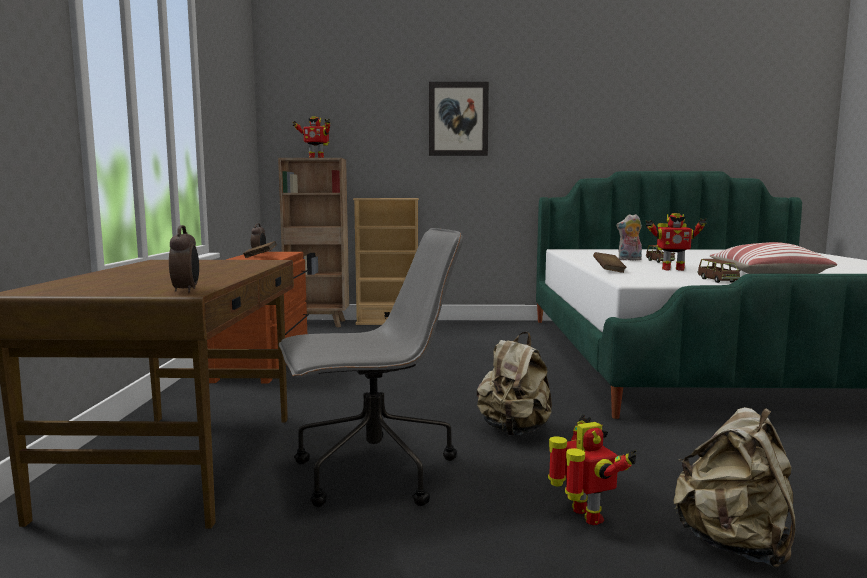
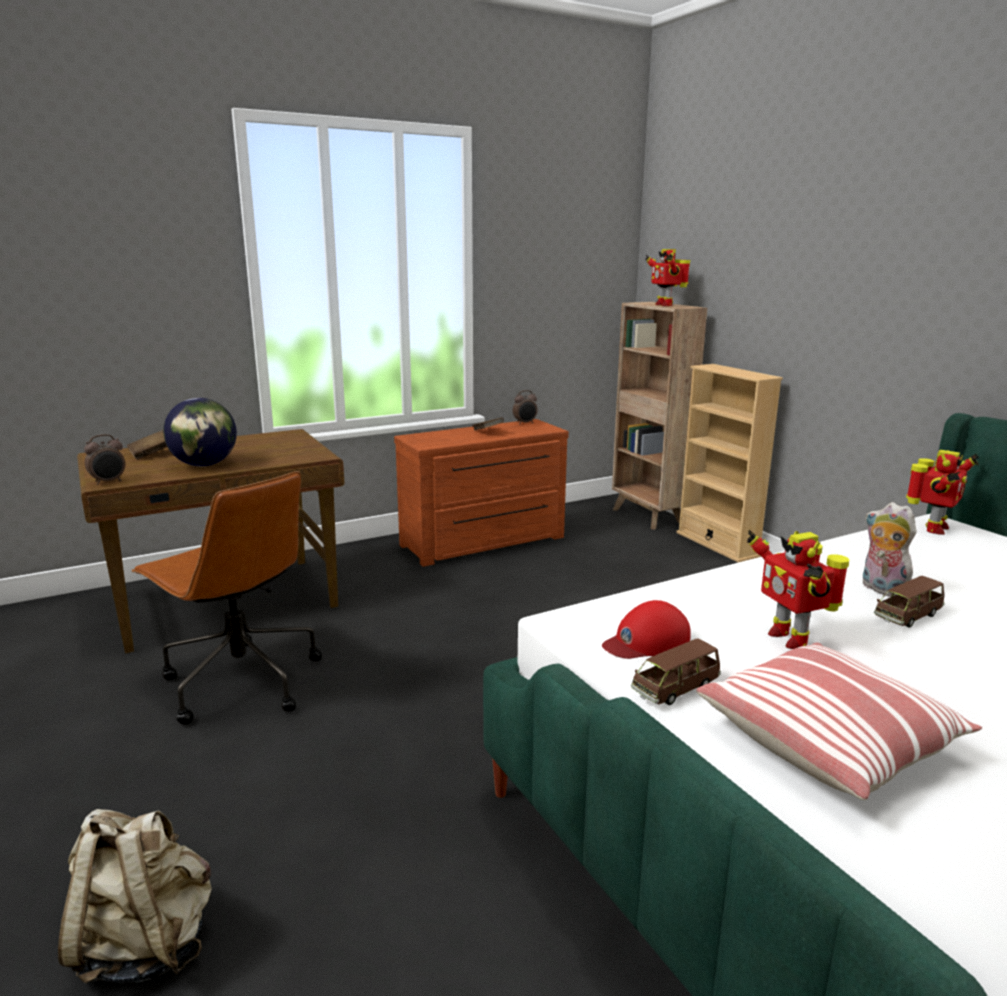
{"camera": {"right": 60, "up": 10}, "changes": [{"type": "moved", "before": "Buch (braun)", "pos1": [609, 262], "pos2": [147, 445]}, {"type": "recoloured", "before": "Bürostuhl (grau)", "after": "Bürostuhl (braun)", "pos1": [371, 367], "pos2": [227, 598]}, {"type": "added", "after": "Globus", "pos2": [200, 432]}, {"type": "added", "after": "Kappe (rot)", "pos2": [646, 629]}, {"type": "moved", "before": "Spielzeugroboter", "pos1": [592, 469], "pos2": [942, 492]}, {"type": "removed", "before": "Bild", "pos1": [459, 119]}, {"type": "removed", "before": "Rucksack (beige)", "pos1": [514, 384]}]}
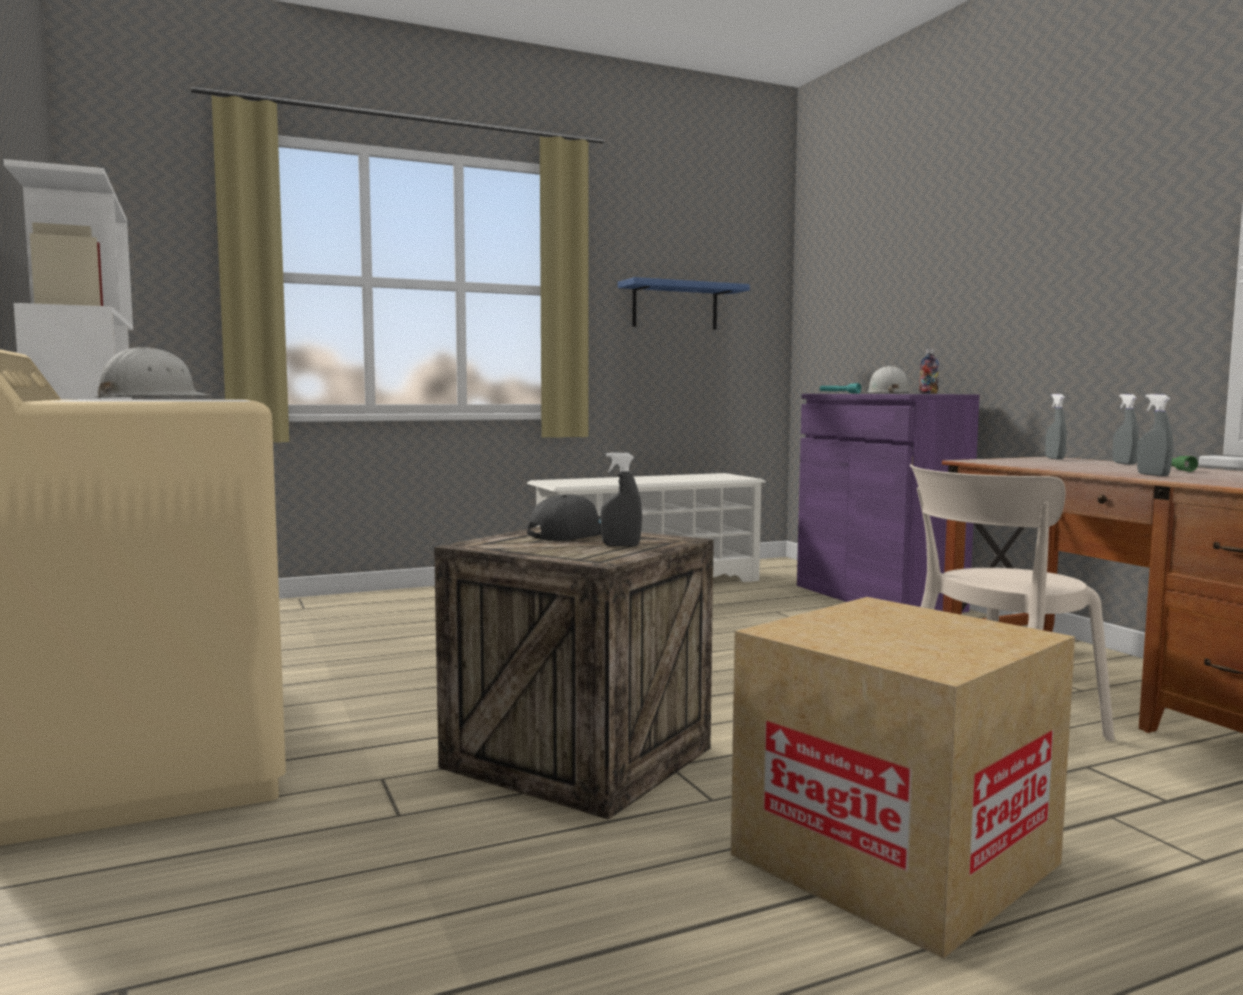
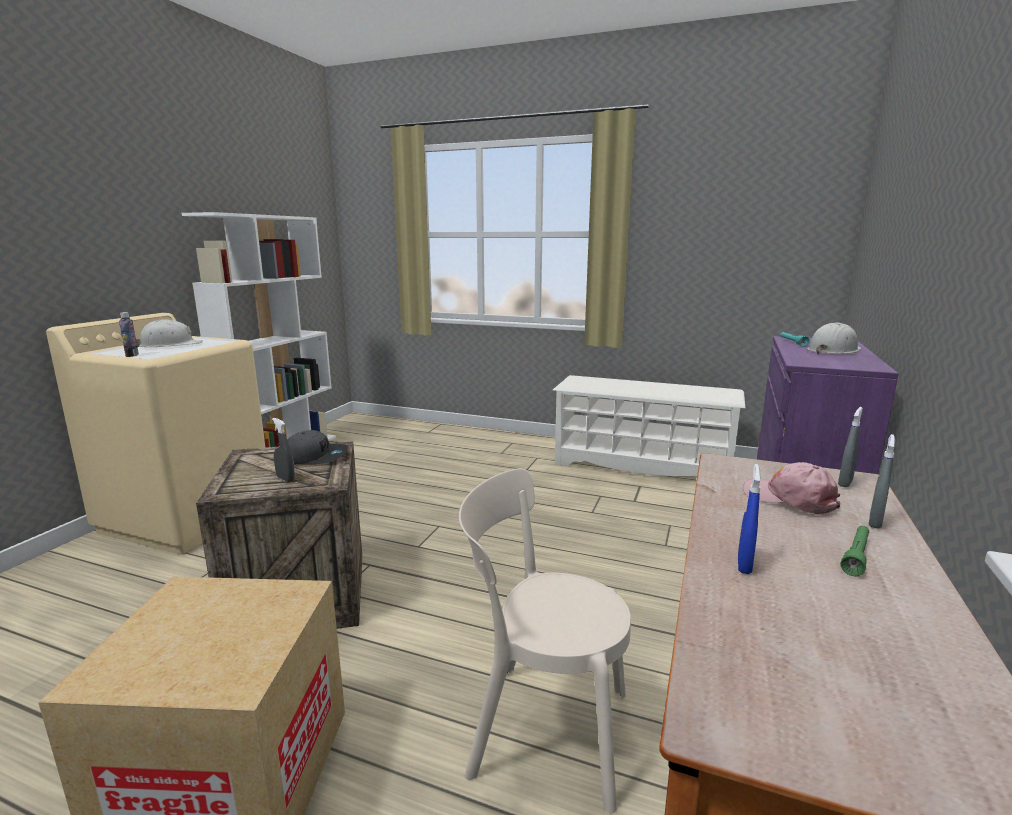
{"camera": {"right": 45, "up": 10}, "changes": [{"type": "moved", "before": "Flasche", "pos1": [929, 371], "pos2": [129, 334]}, {"type": "recoloured", "before": "Sprühflasche (grau)", "after": "Sprühflasche (blau)", "pos1": [1155, 435], "pos2": [749, 519]}, {"type": "added", "after": "Kappe (rosa)", "pos2": [791, 488]}, {"type": "removed", "before": "Wandregal (blau)", "pos1": [684, 303]}]}
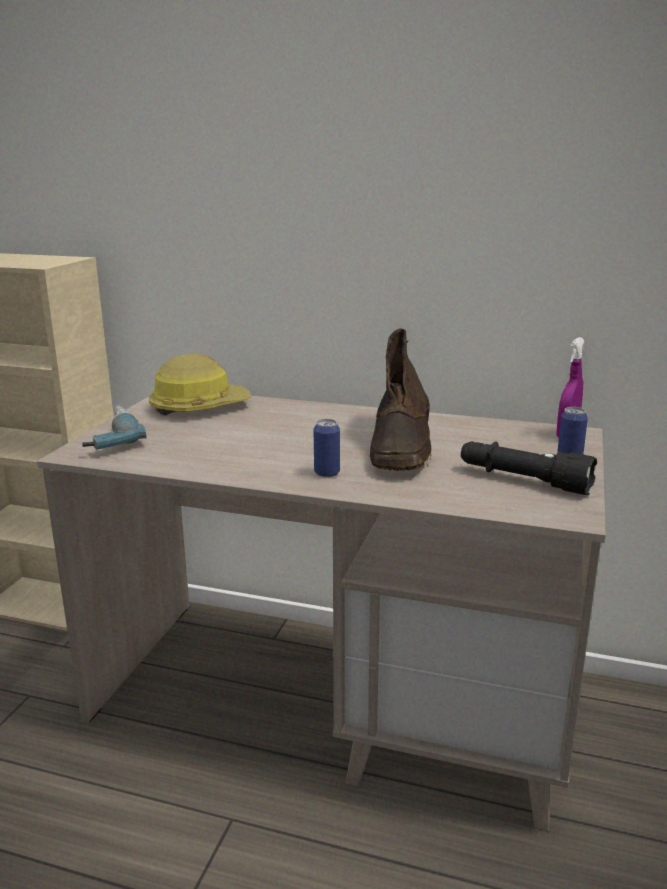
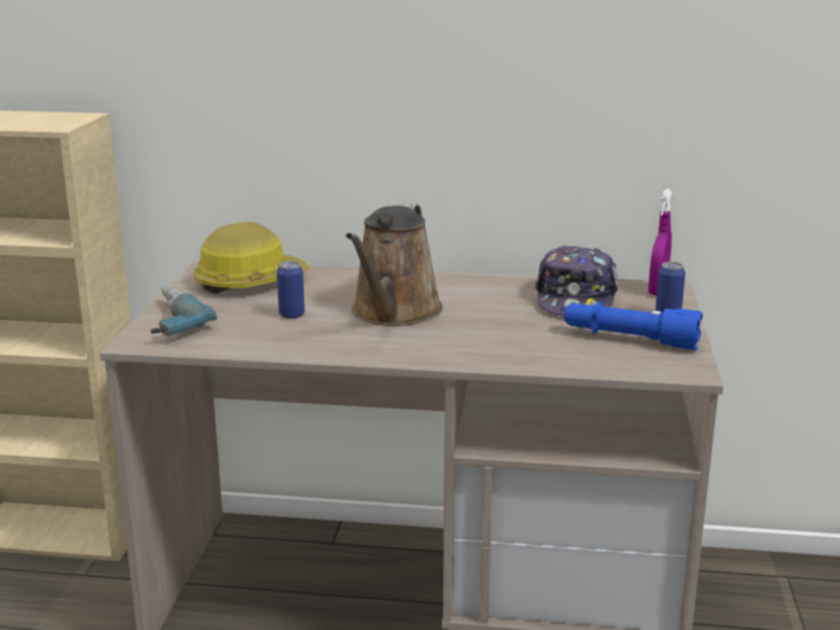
{"camera": {"right": -10, "up": 0}, "changes": [{"type": "moved", "before": "Dose", "pos1": [327, 448], "pos2": [291, 290]}, {"type": "added", "after": "Gießkanne (braun)", "pos2": [394, 264]}, {"type": "added", "after": "Kappe", "pos2": [577, 280]}, {"type": "recoloured", "before": "Taschenlampe (schwarz)", "after": "Taschenlampe (blau)", "pos1": [529, 468], "pos2": [633, 326]}, {"type": "removed", "before": "Stiefel (braun)", "pos1": [401, 400]}]}
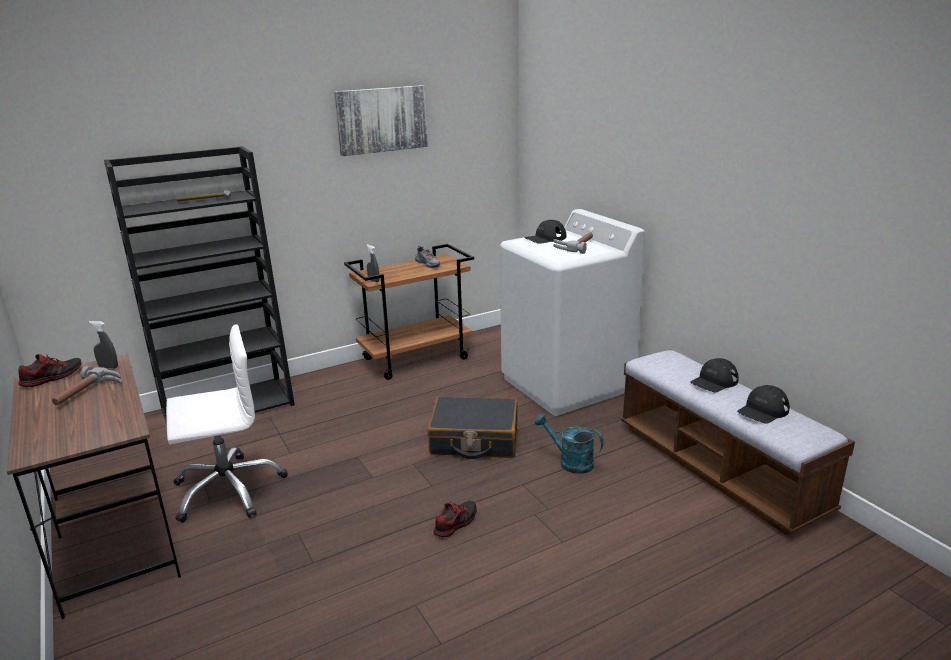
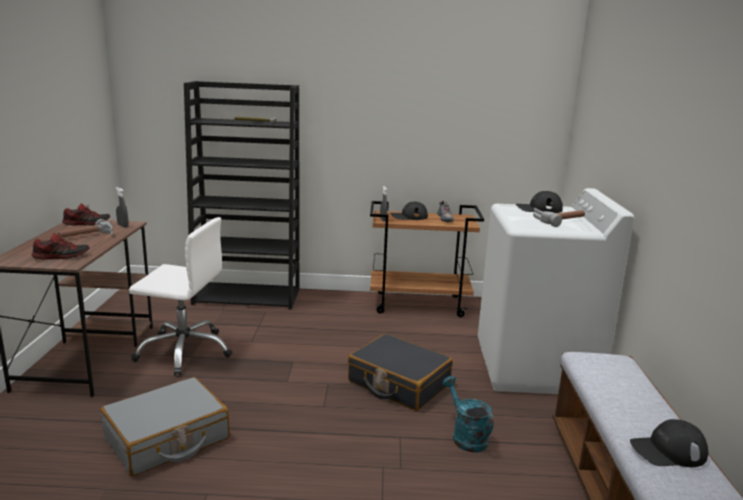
{"camera": {"right": 30, "up": -5}, "changes": [{"type": "moved", "before": "Schuh", "pos1": [455, 519], "pos2": [60, 246]}, {"type": "added", "after": "Koffer (grau)", "pos2": [165, 426]}, {"type": "moved", "before": "Kappe (schwarz)", "pos1": [714, 375], "pos2": [409, 211]}, {"type": "removed", "before": "Bild", "pos1": [381, 120]}]}
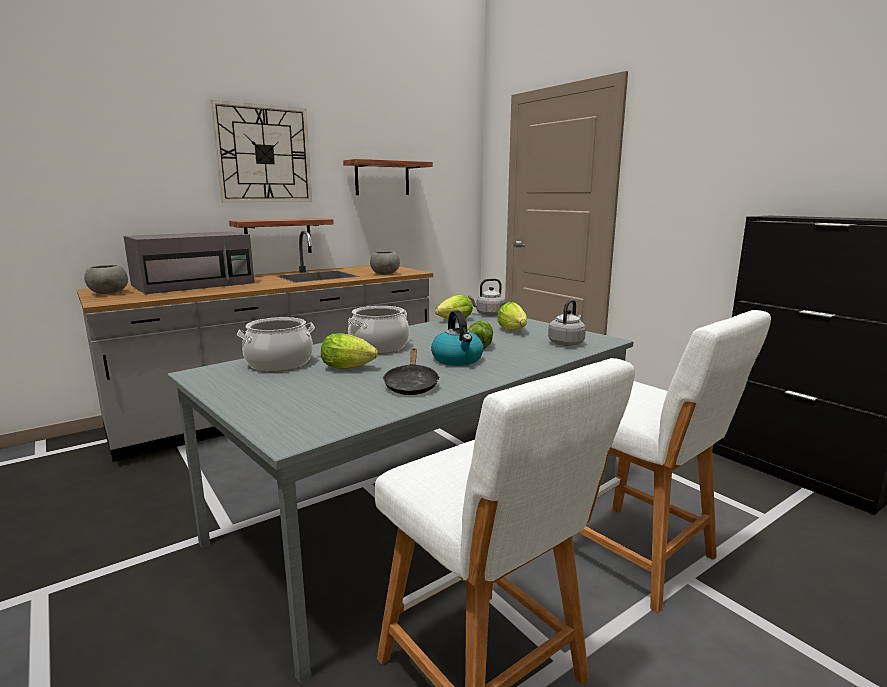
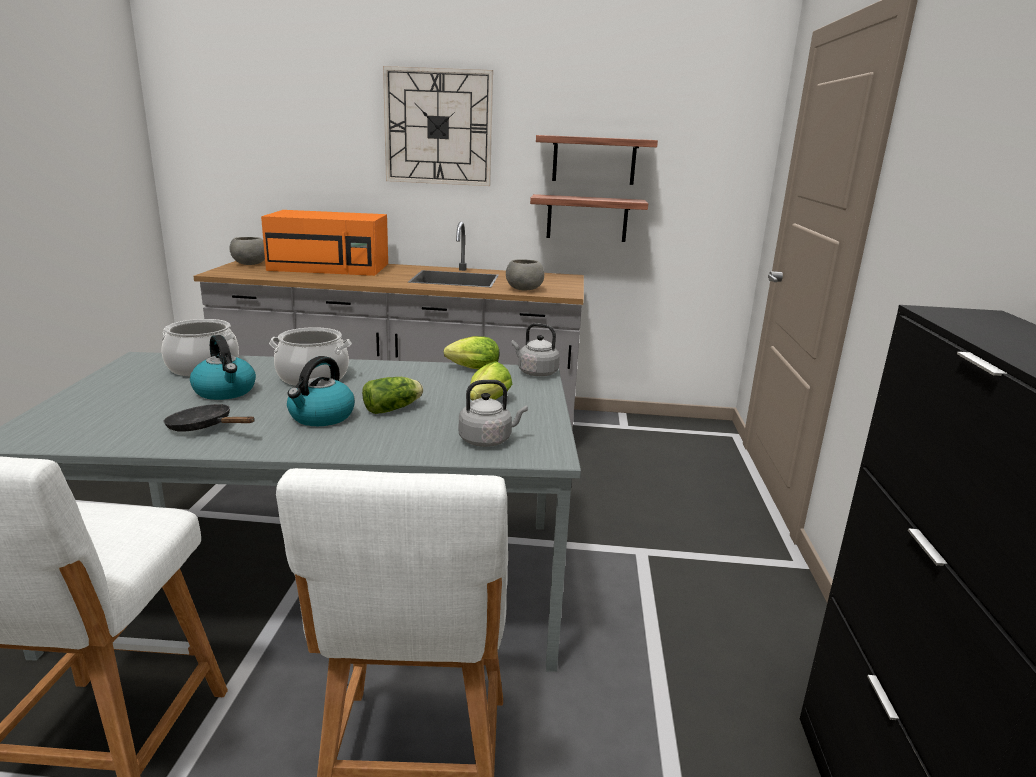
{"camera": {"right": 40, "up": 5}, "changes": [{"type": "turned", "before": "Pfanne (schwarz)", "pos1": [411, 371], "pos2": [209, 418], "turn": 75}, {"type": "replaced", "before": "Salatkopf", "after": "Wasserkessel", "pos1": [349, 351], "pos2": [223, 367]}, {"type": "recoloured", "before": "Mikrowelle (grau)", "after": "Mikrowelle (orange)", "pos1": [189, 263], "pos2": [324, 243]}, {"type": "moved", "before": "Wandregal", "pos1": [281, 235], "pos2": [589, 218]}]}
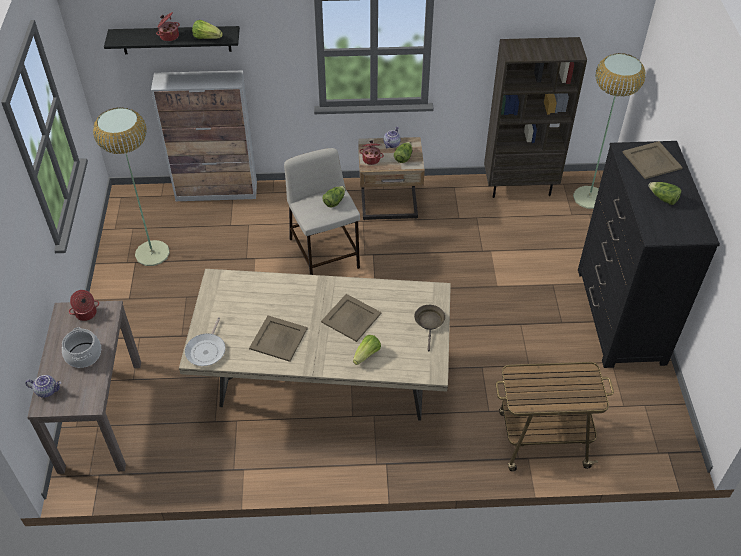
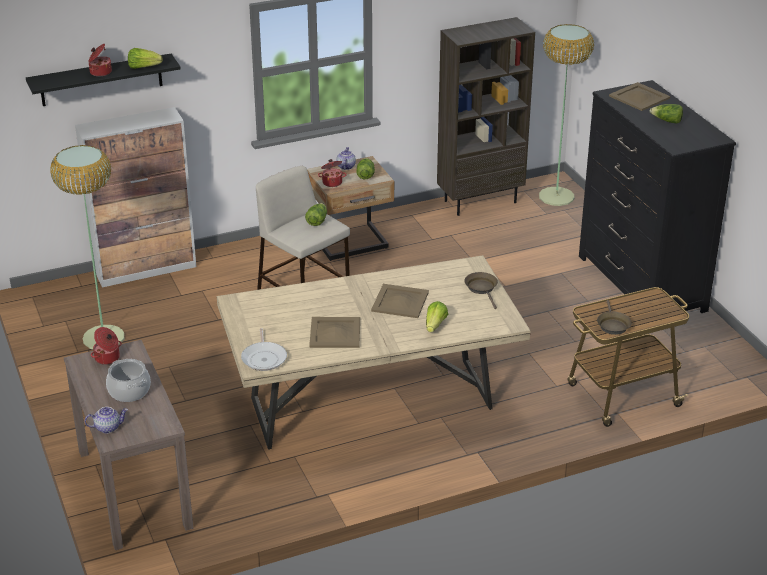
{"camera": {"right": -20, "up": -15}, "changes": [{"type": "added", "after": "Pfanne (braun)", "pos2": [614, 317]}]}
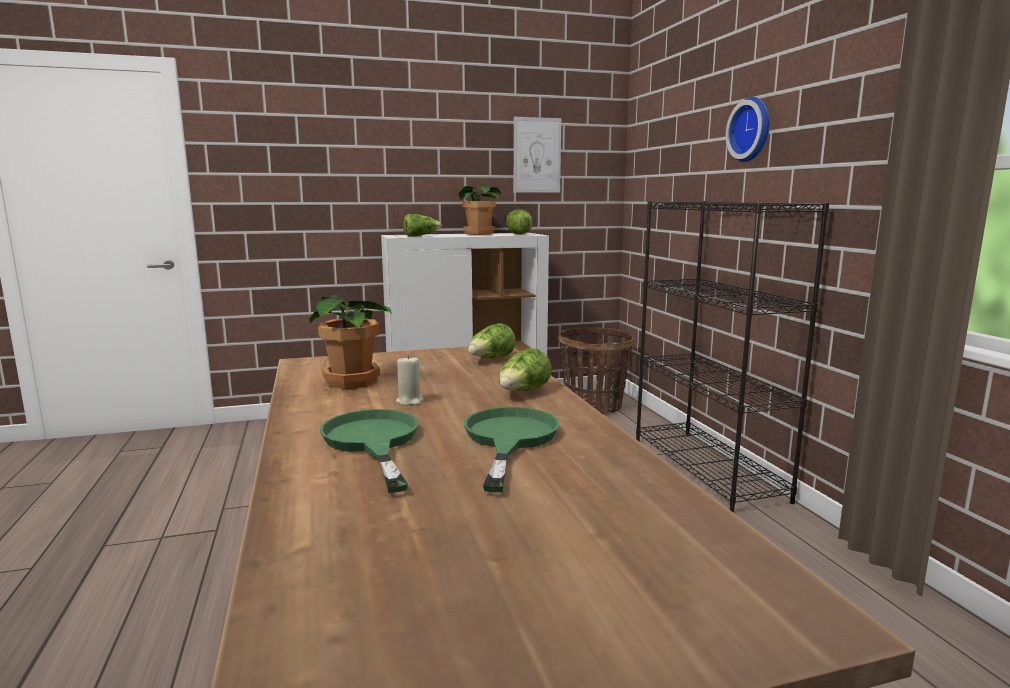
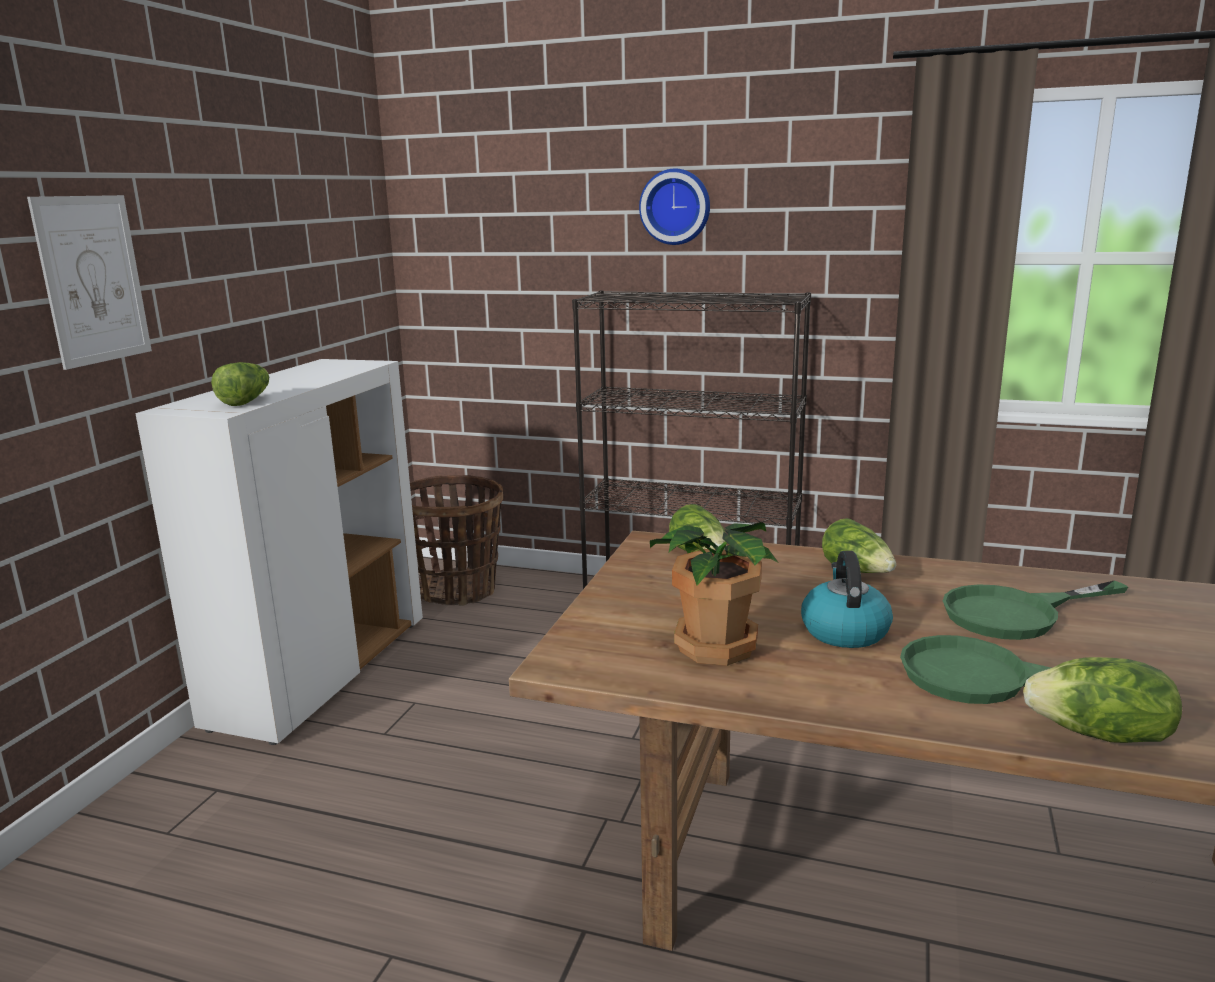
{"camera": {"right": -55, "up": 5}, "changes": [{"type": "moved", "before": "Bild", "pos1": [538, 155], "pos2": [89, 282]}, {"type": "replaced", "before": "Kerze (beige)", "after": "Wasserkessel", "pos1": [410, 380], "pos2": [847, 599]}, {"type": "turned", "before": "Pfanne (grün)", "pos1": [512, 449], "pos2": [1035, 610], "turn": -60}, {"type": "moved", "before": "Salatkopf", "pos1": [519, 221], "pos2": [1102, 700]}, {"type": "removed", "before": "Topfpflanze", "pos1": [480, 210]}]}
